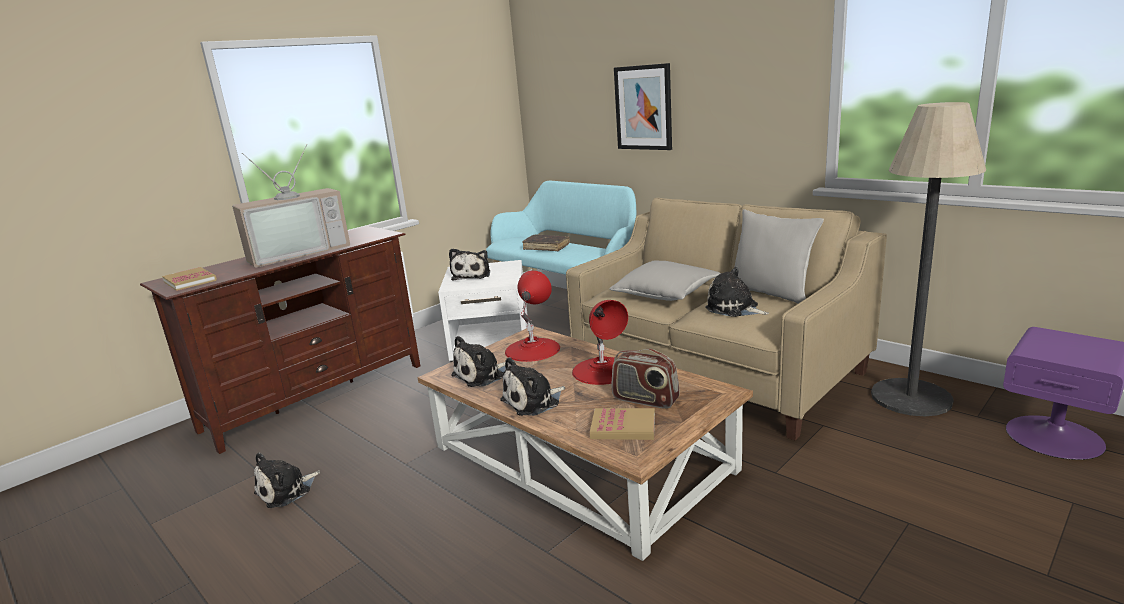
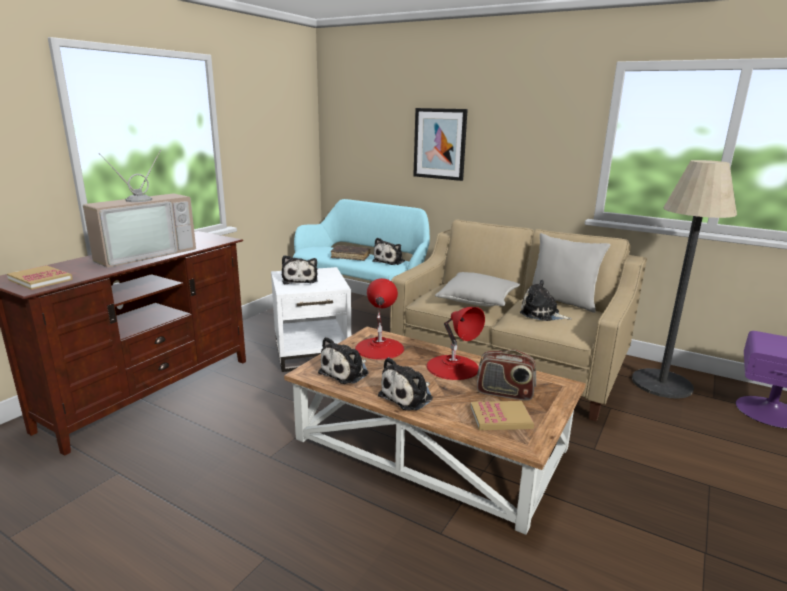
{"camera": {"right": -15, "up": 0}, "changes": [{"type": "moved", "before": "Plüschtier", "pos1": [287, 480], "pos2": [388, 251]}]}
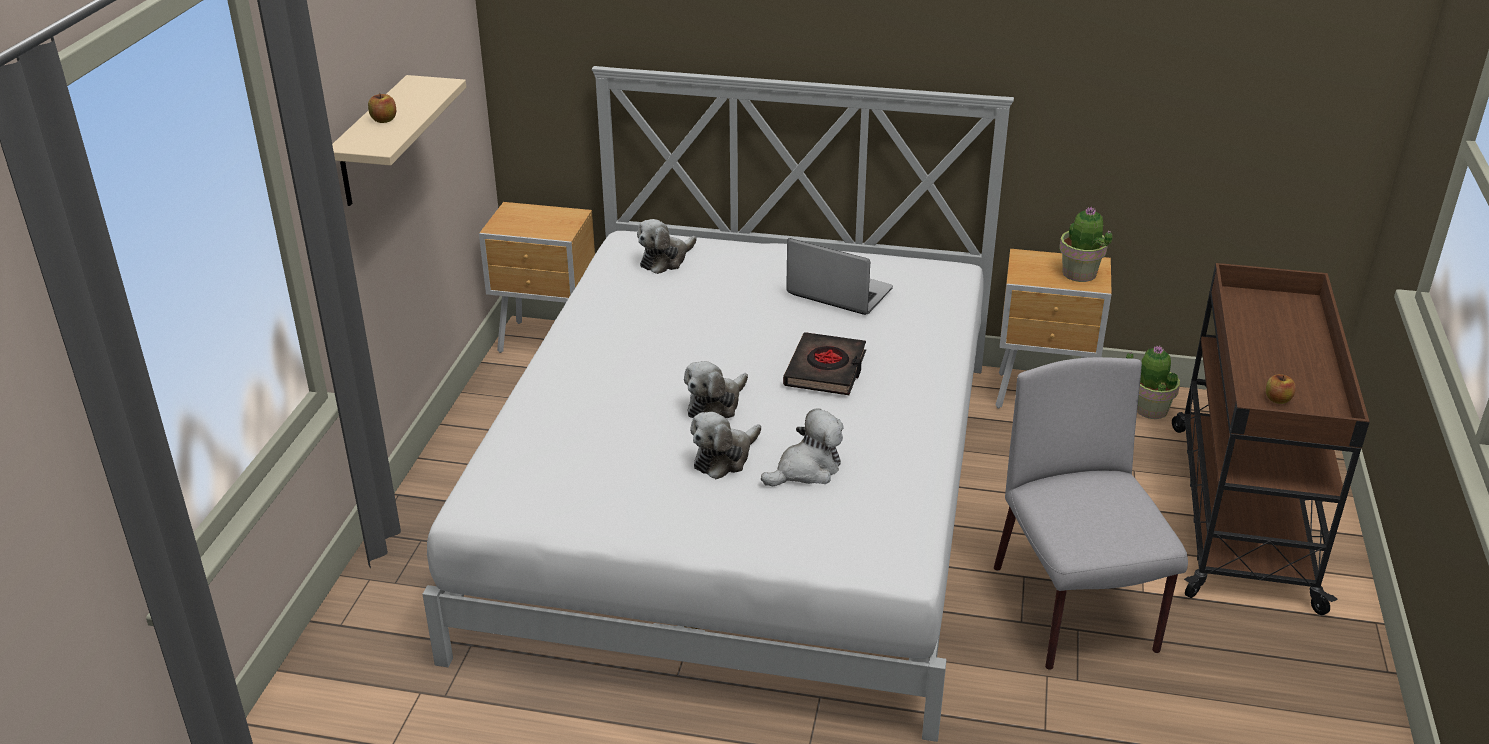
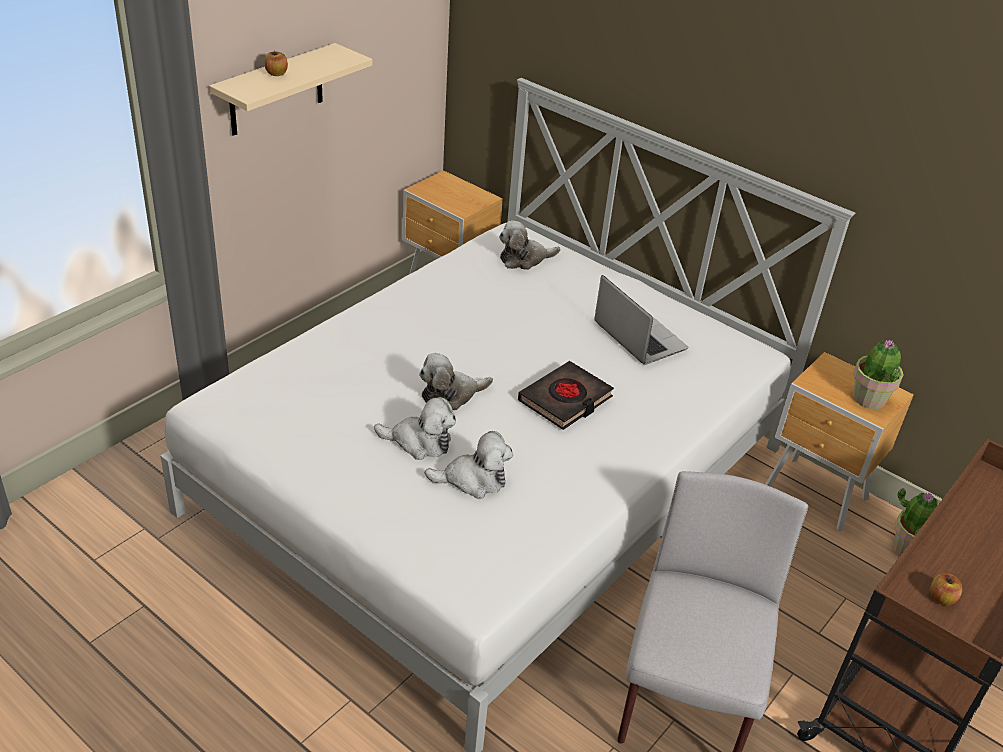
{"camera": {"right": 25, "up": 5}, "changes": [{"type": "turned", "before": "Plüschtier", "pos1": [725, 445], "pos2": [415, 428], "turn": -150}]}
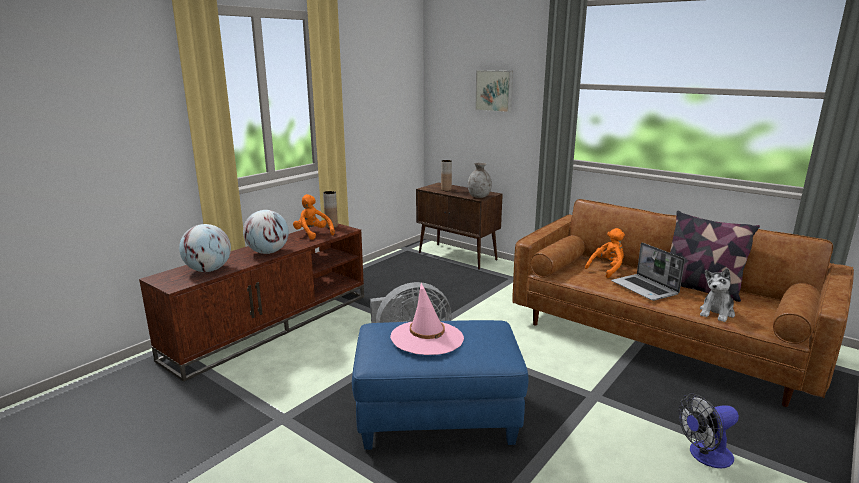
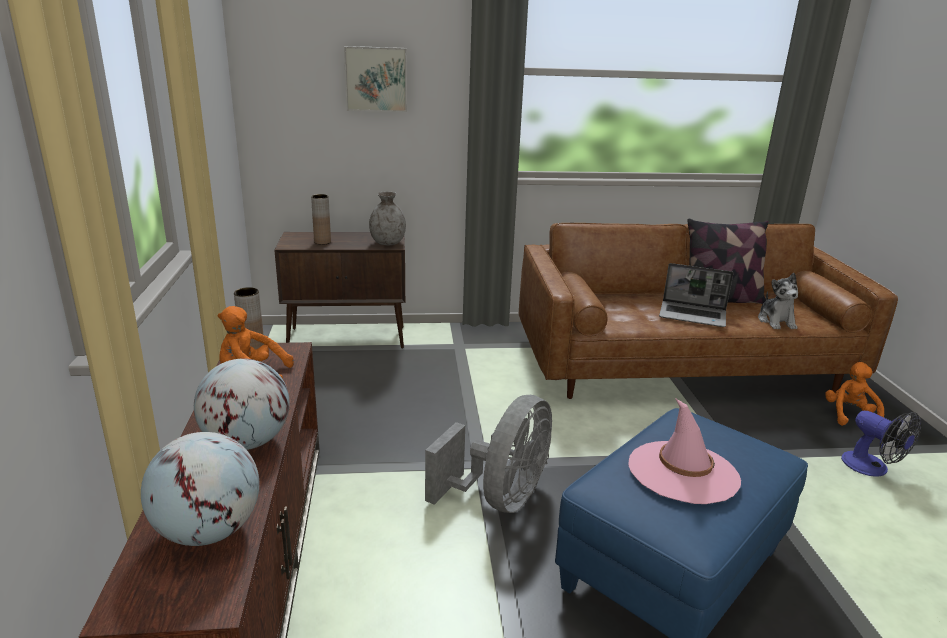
{"camera": {"right": -45, "up": 5}, "changes": [{"type": "moved", "before": "Plüschtier (orange)", "pos1": [605, 253], "pos2": [854, 394]}, {"type": "turned", "before": "Ventilator", "pos1": [708, 430], "pos2": [881, 444], "turn": -60}]}
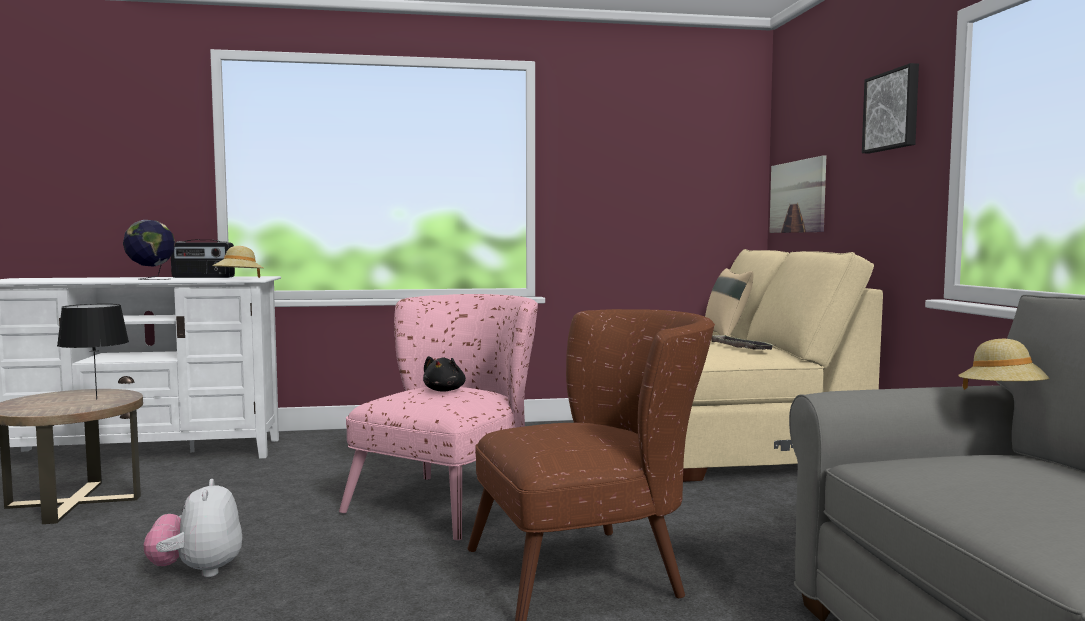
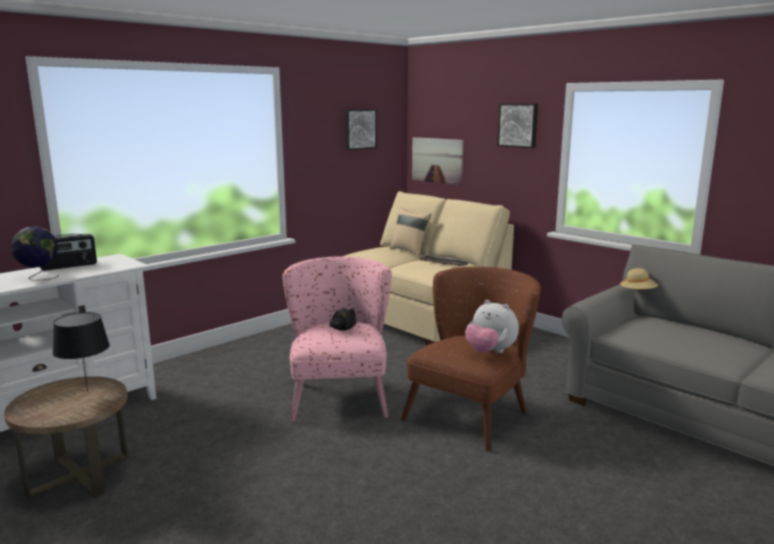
{"camera": {"right": -35, "up": 10}, "changes": [{"type": "added", "after": "Bild", "pos2": [361, 129]}, {"type": "moved", "before": "Plüschtier", "pos1": [193, 528], "pos2": [492, 326]}, {"type": "removed", "before": "Hut (beige)", "pos1": [237, 262]}]}
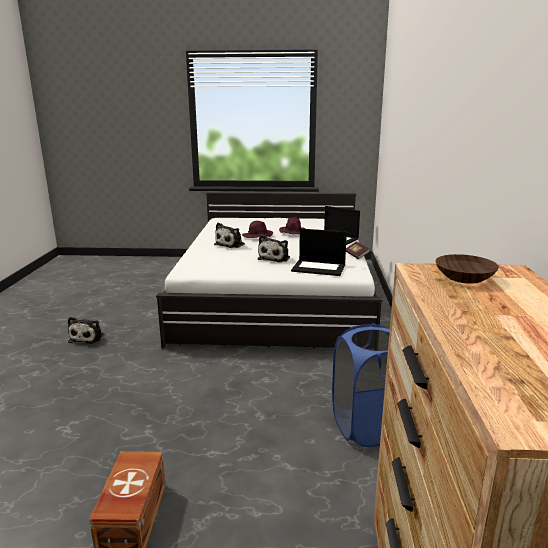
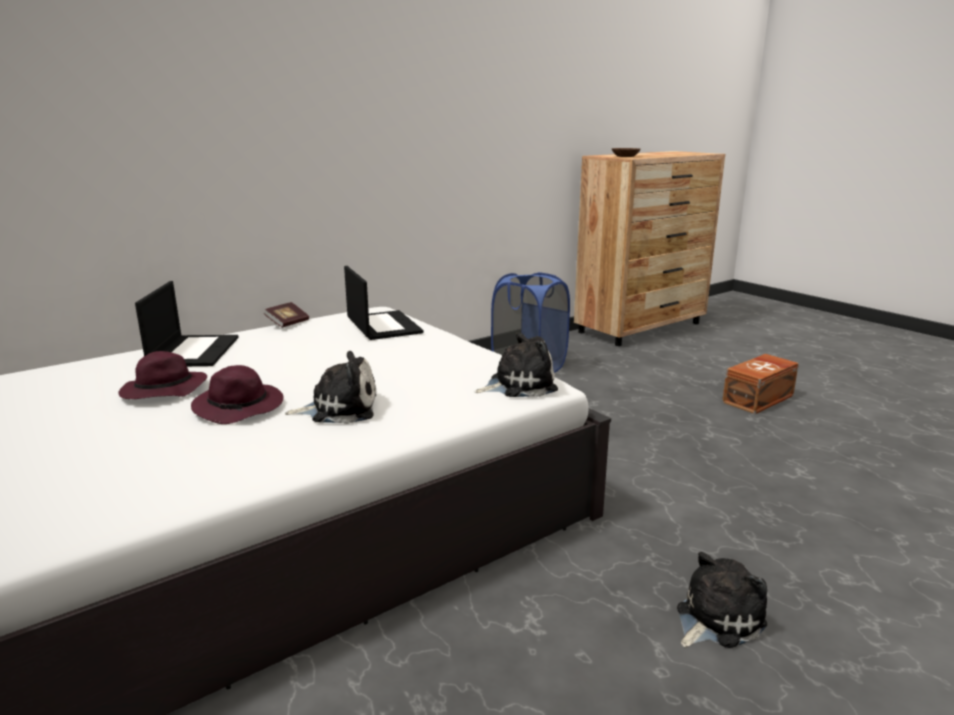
{"camera": {"right": -130, "up": 0}, "changes": [{"type": "moved", "before": "Plüschtier", "pos1": [274, 248], "pos2": [516, 364]}]}
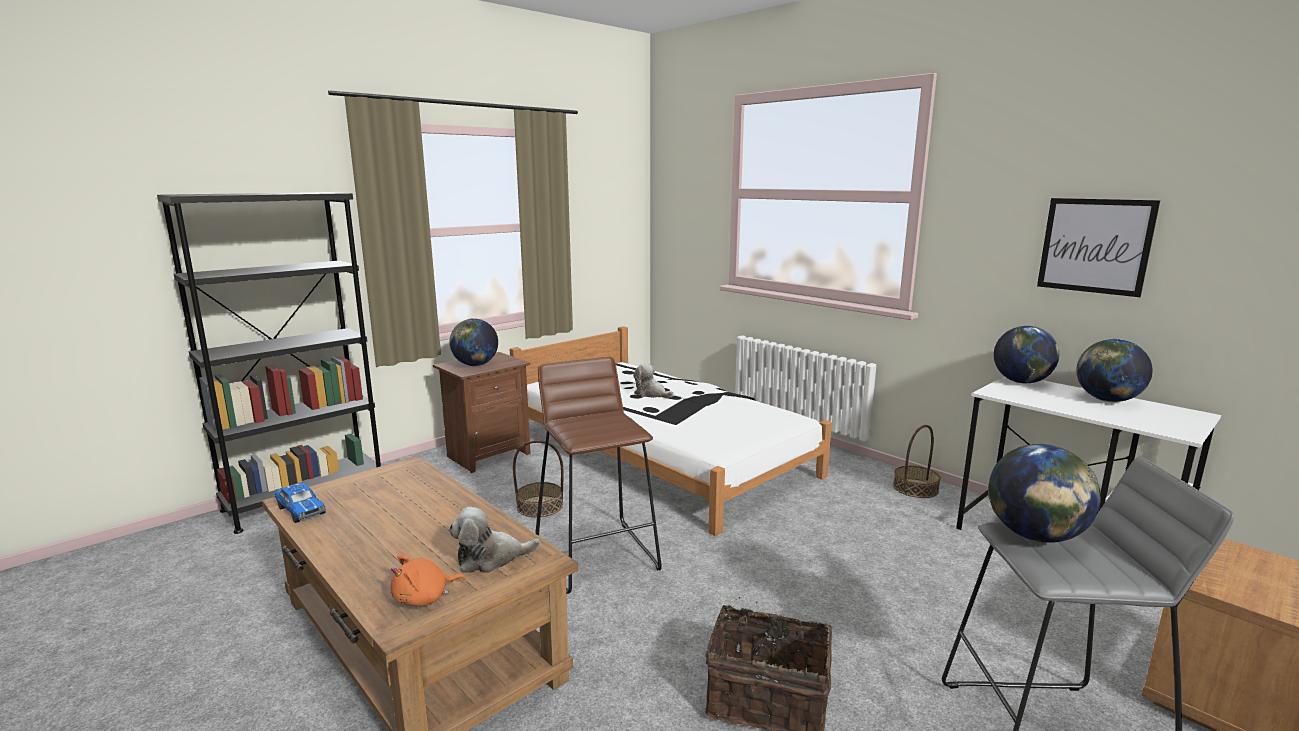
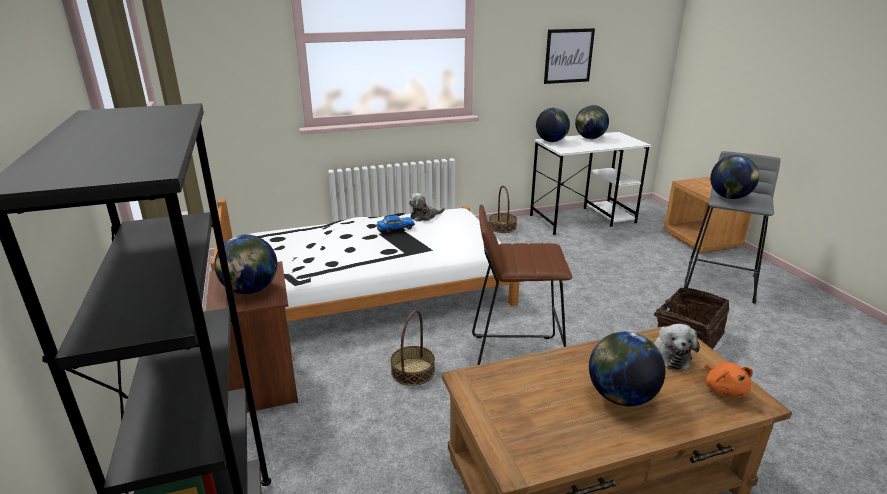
{"camera": {"right": -65, "up": 10}, "changes": [{"type": "moved", "before": "Spielzeugauto", "pos1": [300, 503], "pos2": [395, 224]}, {"type": "moved", "before": "Plüschtier", "pos1": [653, 380], "pos2": [427, 207]}, {"type": "added", "after": "Globus", "pos2": [627, 369]}]}
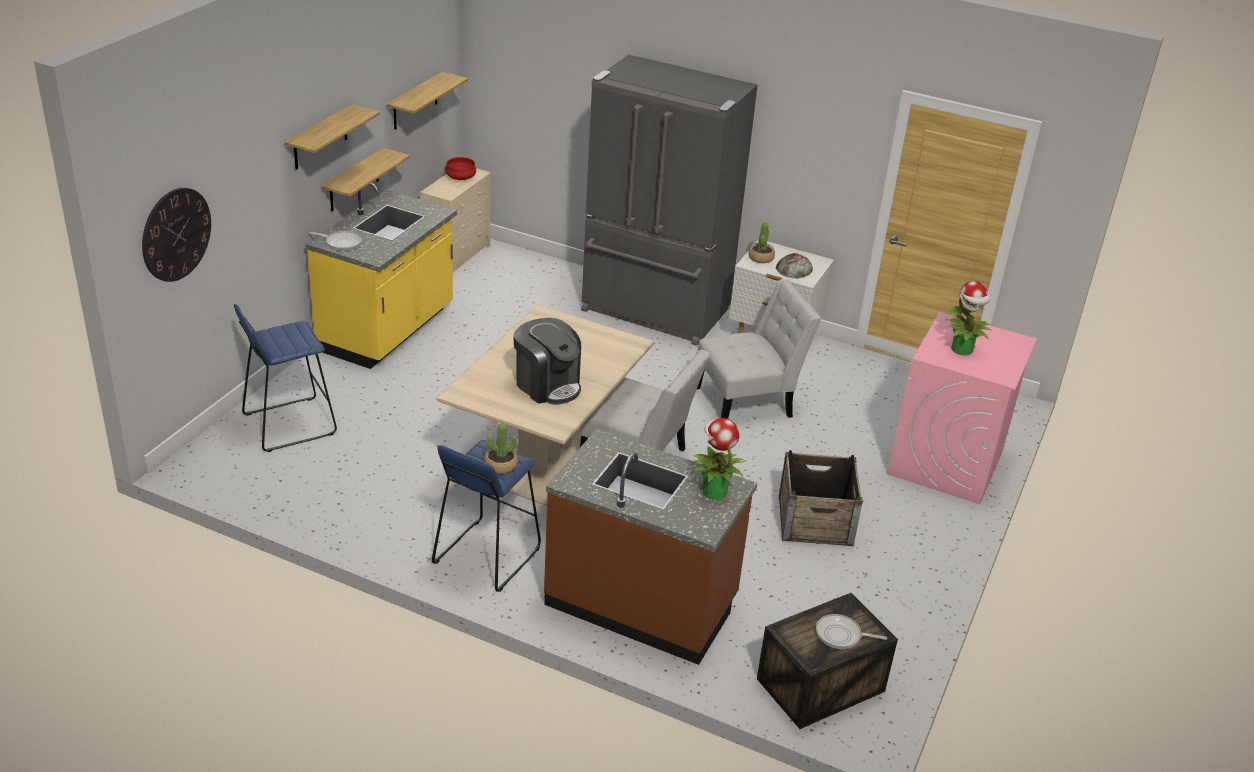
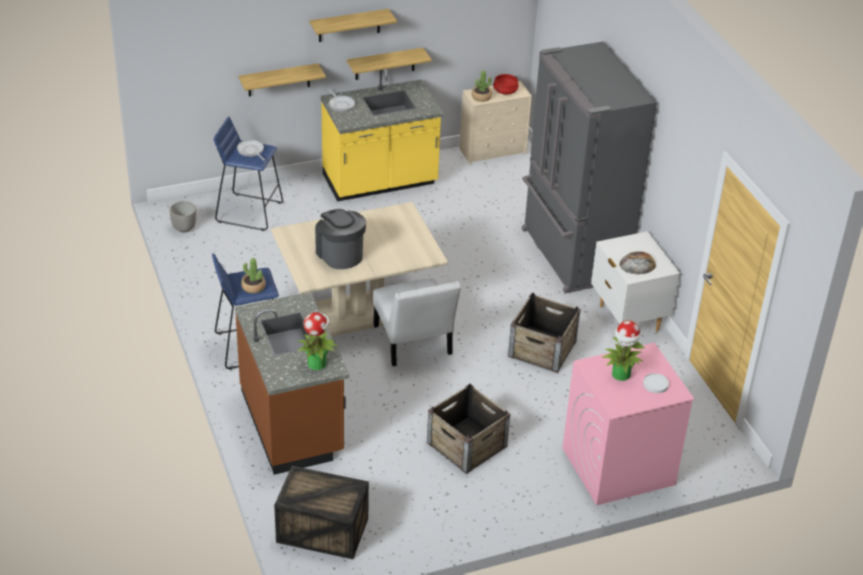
{"camera": {"right": 45, "up": 5}, "changes": [{"type": "added", "after": "Pflanzkübel", "pos2": [182, 216]}, {"type": "moved", "before": "Pfanne", "pos1": [851, 631], "pos2": [251, 150]}, {"type": "moved", "before": "Wandregal", "pos1": [427, 101], "pos2": [282, 80]}, {"type": "turned", "before": "Kaffeemaschine", "pos1": [547, 361], "pos2": [340, 239], "turn": 150}, {"type": "moved", "before": "Topfpflanze", "pos1": [761, 242], "pos2": [482, 86]}, {"type": "replaced", "before": "Stuhl (weiß)", "after": "Kiste", "pos1": [759, 349], "pos2": [544, 333]}, {"type": "added", "after": "Teller (weiß)", "pos2": [656, 383]}, {"type": "removed", "before": "Wanduhr", "pos1": [176, 235]}]}
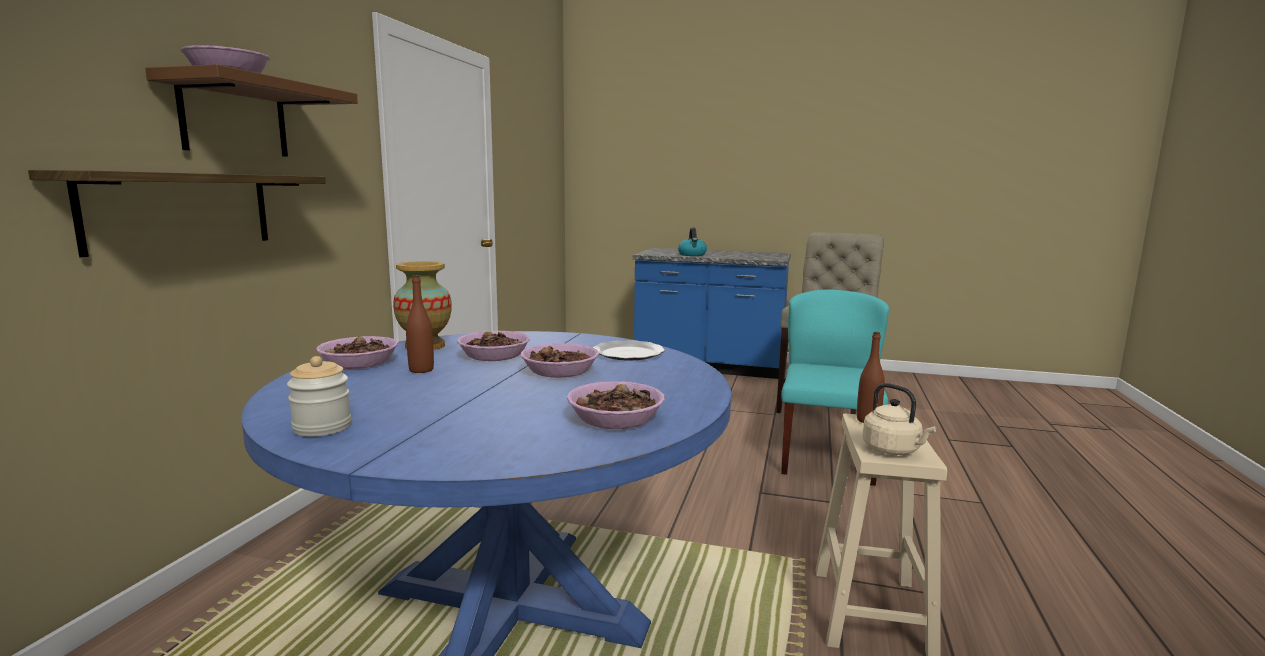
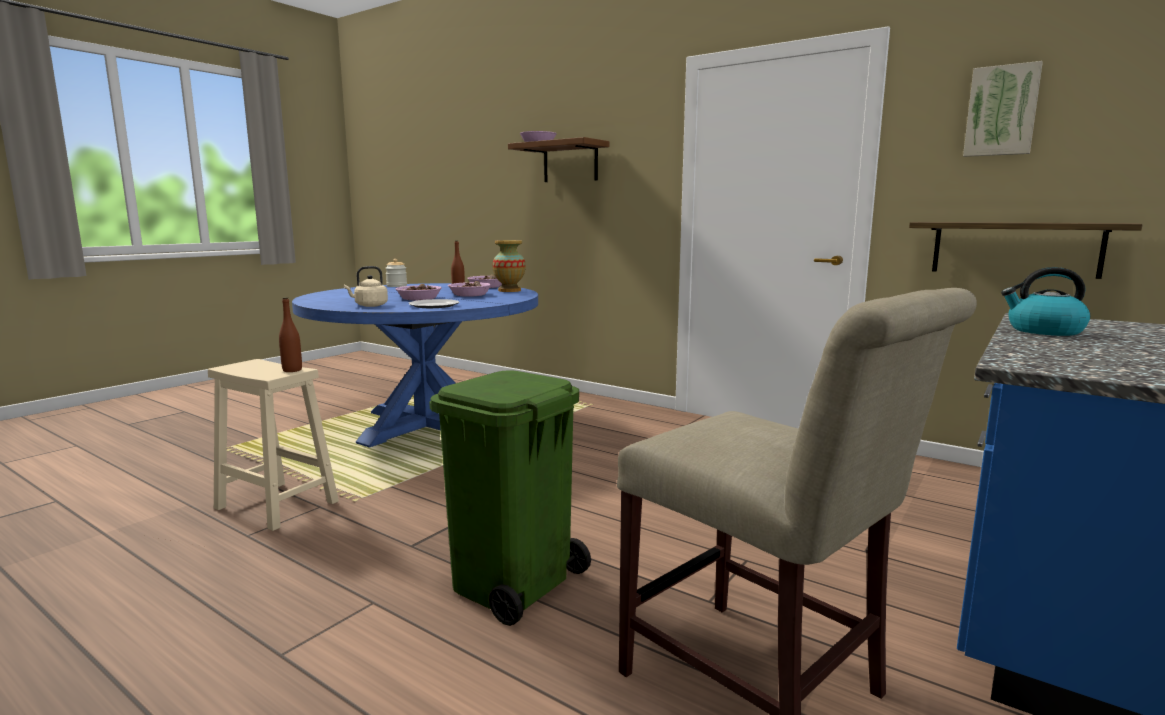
{"camera": {"right": 110, "up": 0}, "changes": [{"type": "moved", "before": "Wasserkessel (beige)", "pos1": [899, 419], "pos2": [366, 286]}, {"type": "replaced", "before": "Stuhl (türkis)", "after": "Mülleimer (grün)", "pos1": [835, 387], "pos2": [510, 498]}, {"type": "moved", "before": "Wandregal", "pos1": [177, 213], "pos2": [1026, 250]}, {"type": "added", "after": "Bild", "pos2": [1003, 109]}, {"type": "removed", "before": "Schüssel", "pos1": [616, 405]}]}
